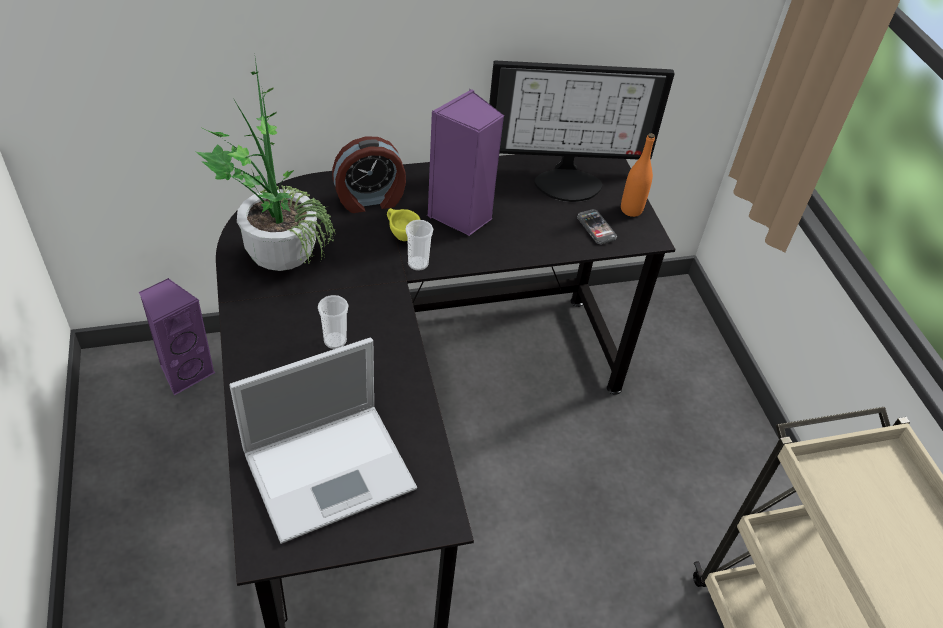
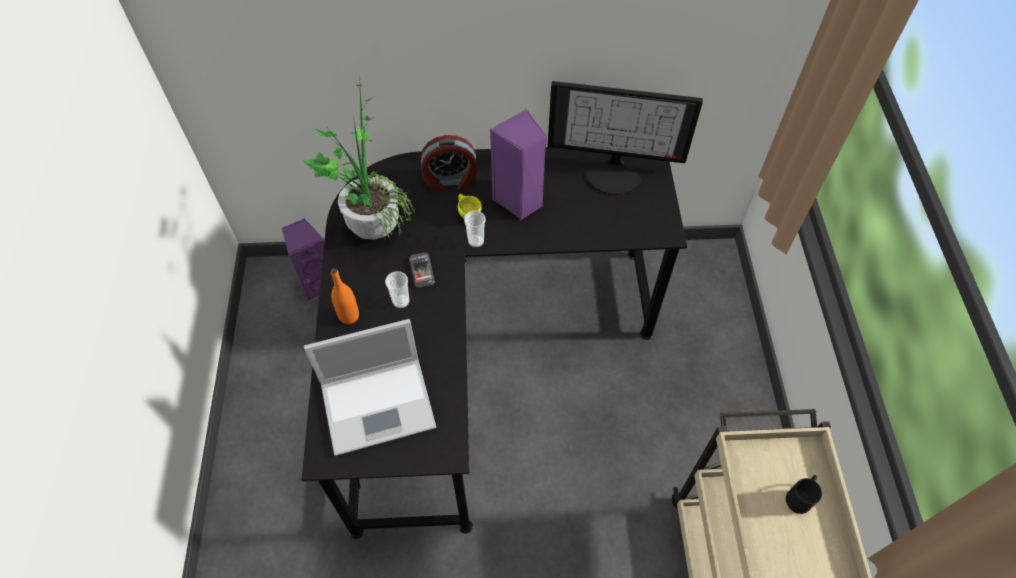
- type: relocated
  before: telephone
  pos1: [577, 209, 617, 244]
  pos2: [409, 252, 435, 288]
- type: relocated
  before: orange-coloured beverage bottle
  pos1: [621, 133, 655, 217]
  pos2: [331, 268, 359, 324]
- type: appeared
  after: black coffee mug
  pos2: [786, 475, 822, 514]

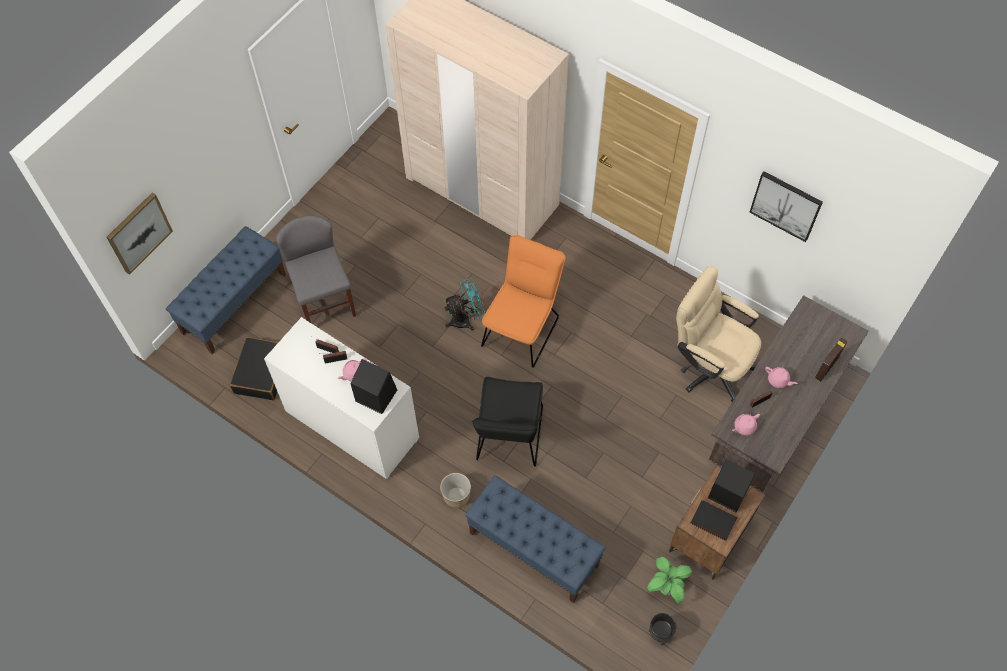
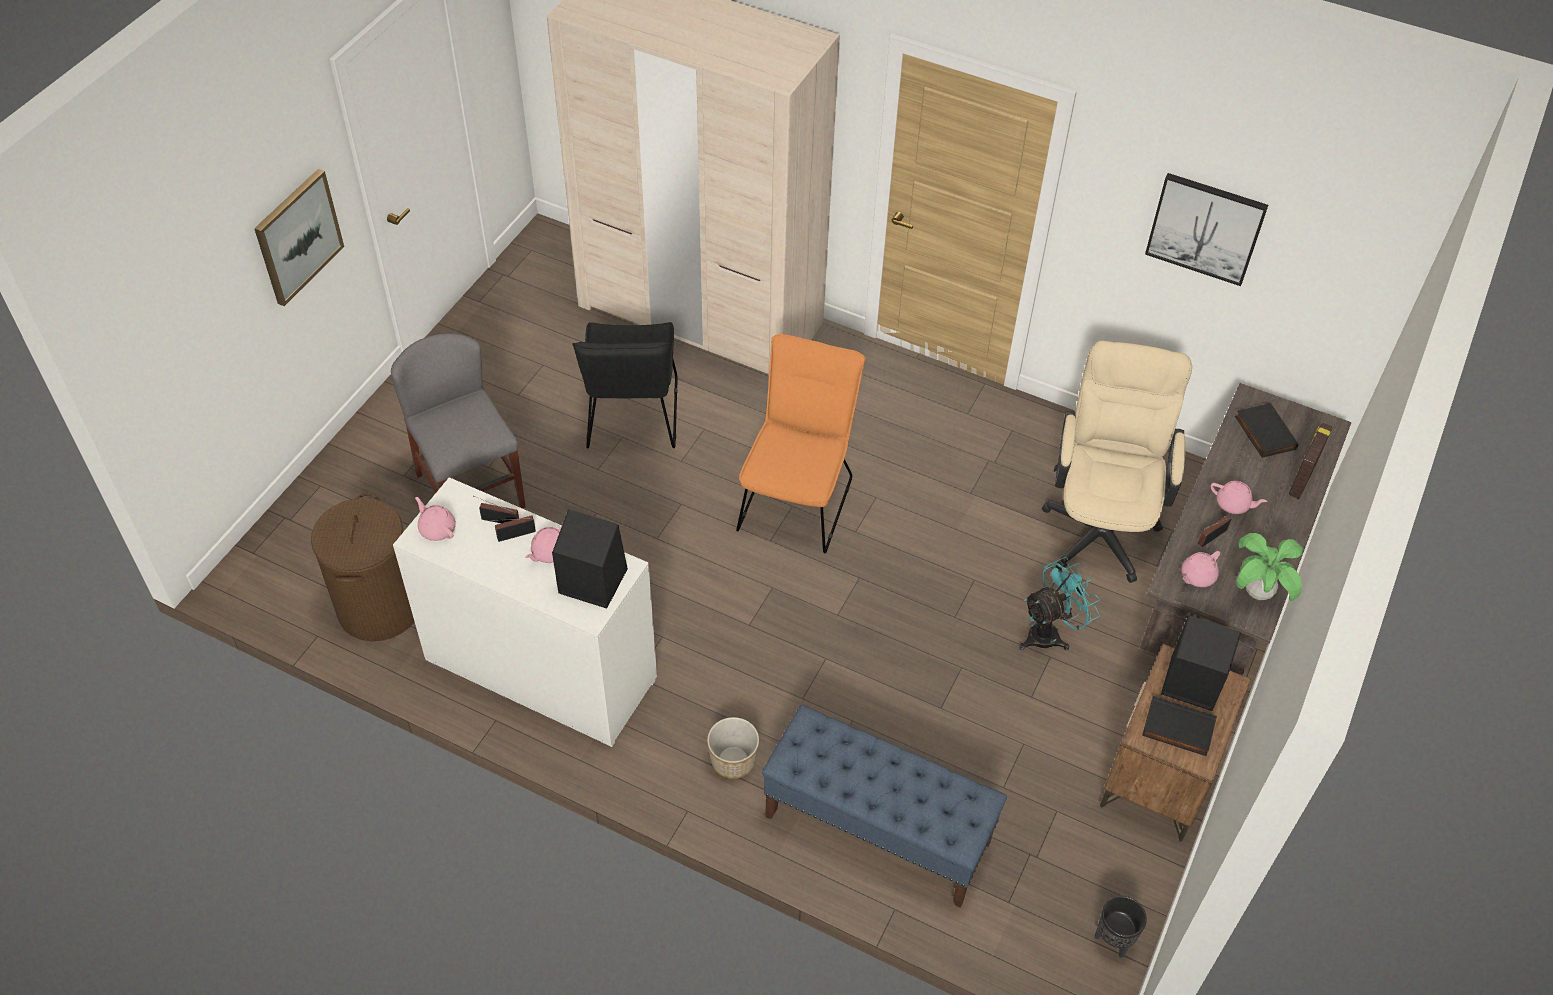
- type: relocated
  before: wall art
  pos1: [106, 193, 173, 275]
  pos2: [254, 169, 344, 306]
- type: missing
  before: blue-coloured indoor bench
  pos1: [166, 226, 286, 354]
- type: exchanged
  before: black suitcase
  after: brown-coloured washing basket
  pos1: [230, 337, 278, 400]
  pos2: [311, 493, 414, 641]
- type: relocated
  before: blue-green fan
  pos1: [444, 278, 485, 331]
  pos2: [1019, 557, 1100, 650]
- type: relocated
  before: black plain chair
  pos1: [472, 377, 543, 466]
  pos2: [572, 322, 678, 449]
- type: relocated
  before: potted plant
  pos1: [647, 557, 692, 603]
  pos2: [1236, 533, 1303, 601]
- type: spun
  before: beige computer chair
  pos1: [676, 266, 761, 402]
  pos2: [1042, 340, 1192, 583]
  turn: 75
- type: appeared
  after: pinkish teapot
  pos2: [415, 497, 456, 541]
- type: appeared
  after: black book
  pos2: [1235, 403, 1298, 458]

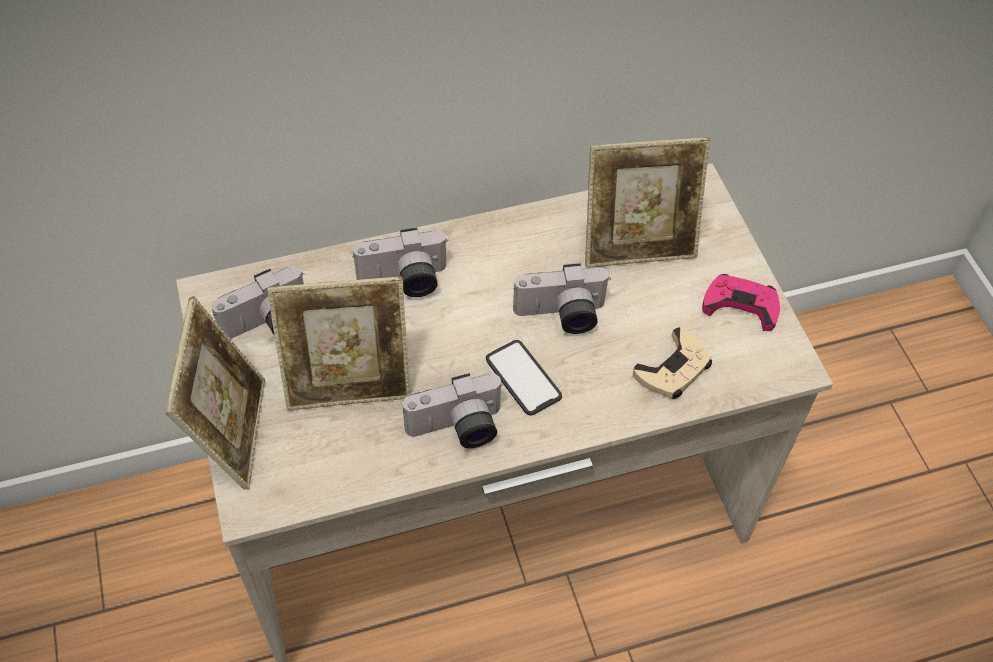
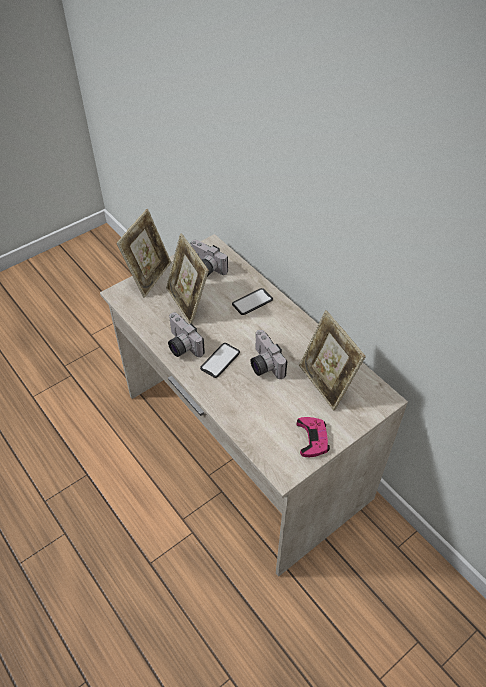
- type: spun
  before: photo frame
  pos1: [165, 296, 265, 490]
  pos2: [116, 209, 171, 298]
  turn: -45
- type: exchanged
  before: still camera
  after: telephone
  pos1: [352, 228, 448, 297]
  pos2: [232, 288, 273, 315]
- type: missing
  before: beige gamepad
  pos1: [633, 327, 712, 399]

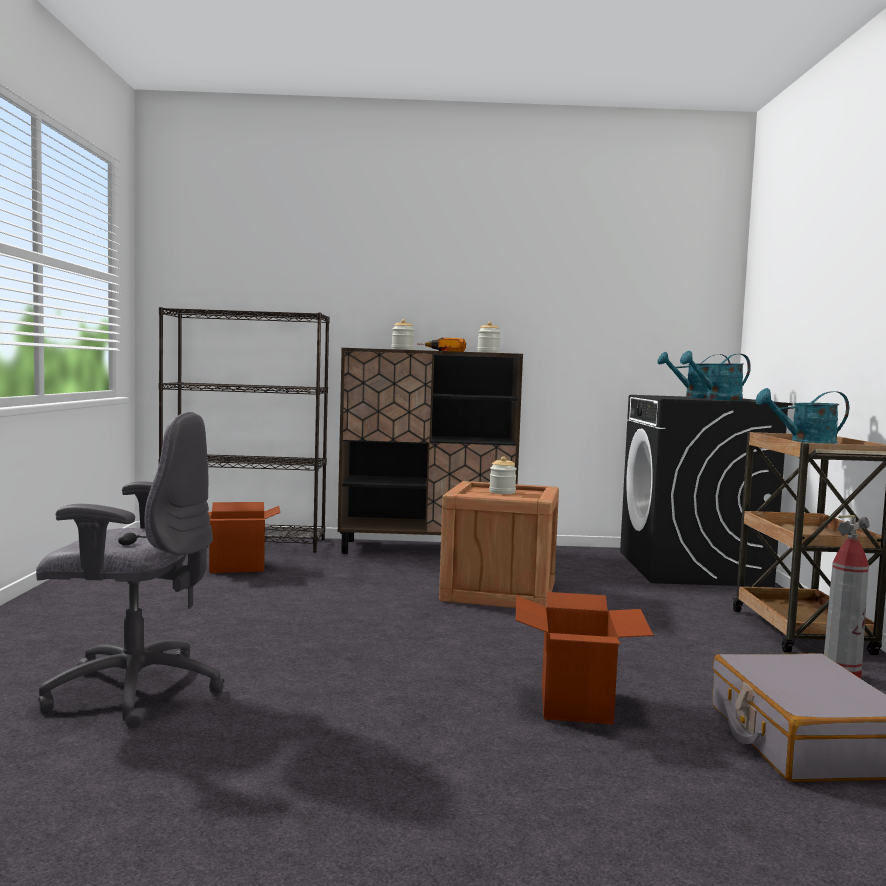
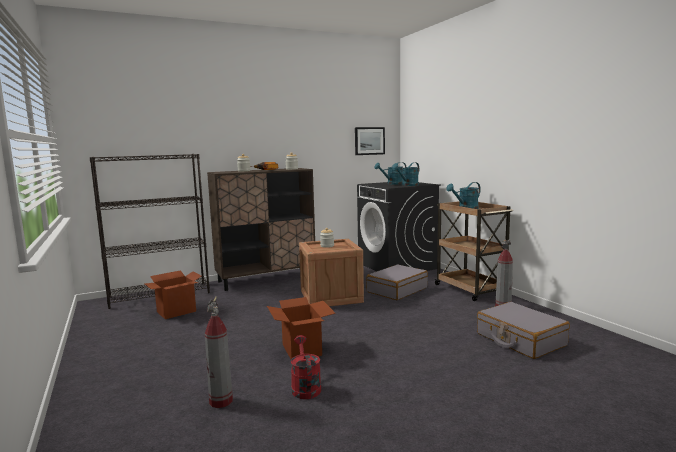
- type: exchanged
  before: greyish computer chair
  after: fire extinguisher
  pos1: [36, 412, 224, 728]
  pos2: [205, 296, 233, 408]
- type: relocated
  before: carton
  pos1: [516, 592, 654, 725]
  pos2: [267, 297, 336, 359]
- type: appeared
  after: red watering pot
  pos2: [291, 335, 321, 399]
- type: appeared
  after: wall art
  pos2: [355, 127, 385, 155]
- type: appeared
  after: greyish suitcase
  pos2: [366, 264, 428, 300]

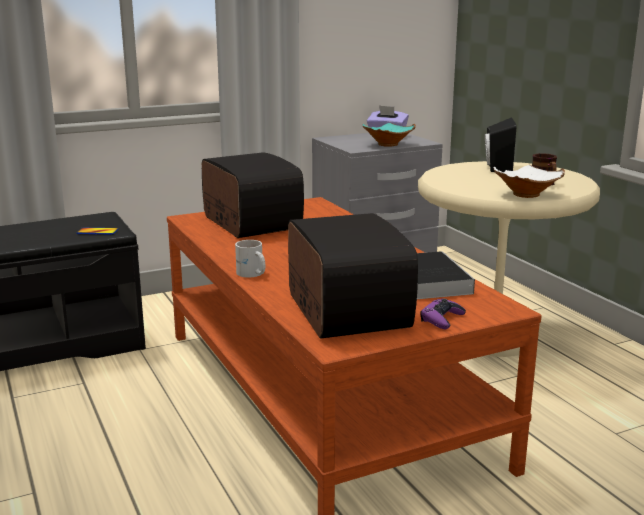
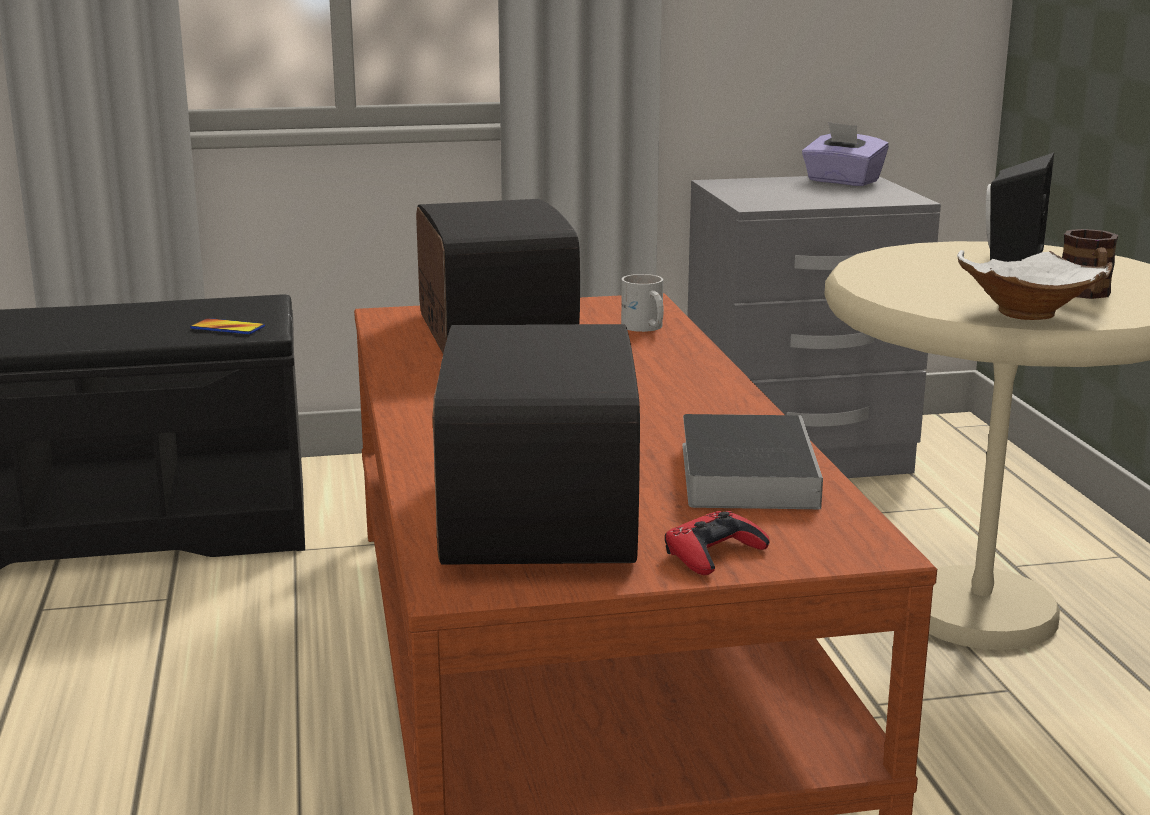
- type: relocated
  before: white coffee mug
  pos1: [235, 240, 265, 278]
  pos2: [621, 274, 664, 332]
- type: missing
  before: blue-green serving bowl
  pos1: [362, 123, 416, 147]
- type: colour
  before: purplish gamepad
  after: red gamepad
  pos1: [420, 299, 466, 329]
  pos2: [665, 511, 770, 575]

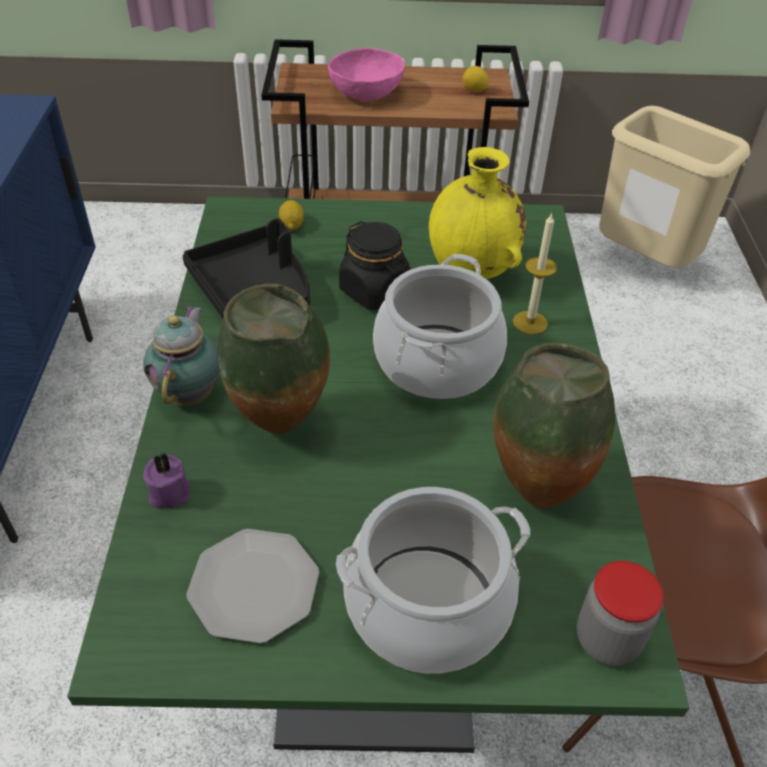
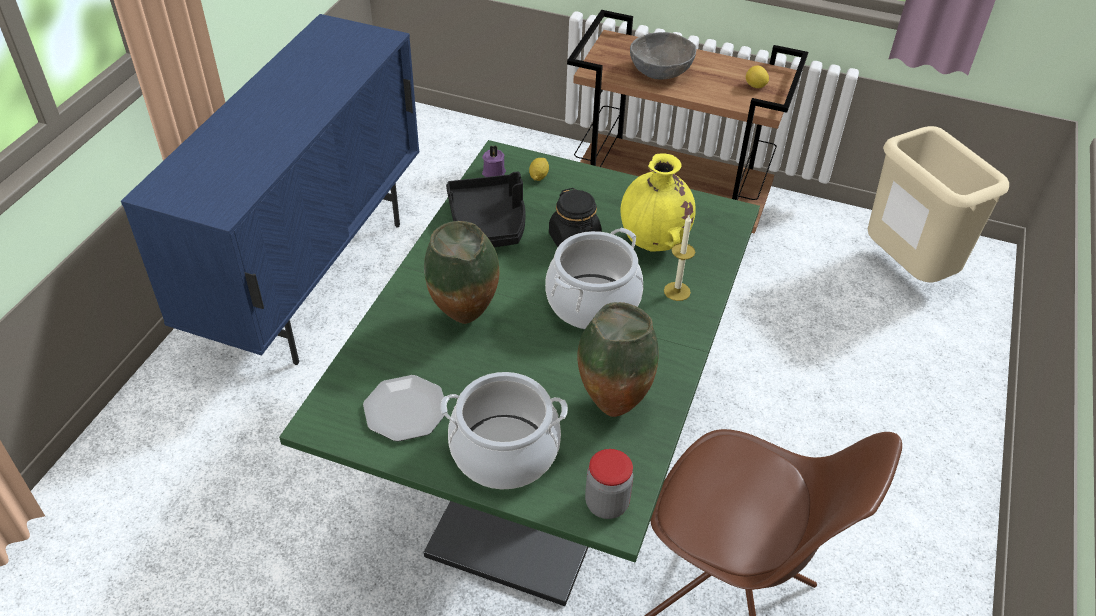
- type: missing
  before: teapot
  pos1: [143, 305, 220, 406]
- type: relocated
  before: purplish wax candle
  pos1: [143, 452, 191, 508]
  pos2: [482, 145, 506, 177]
- type: colour
  before: pinkish serving bowl
  after: greyish serving bowl
  pos1: [328, 48, 405, 101]
  pos2: [630, 32, 696, 80]

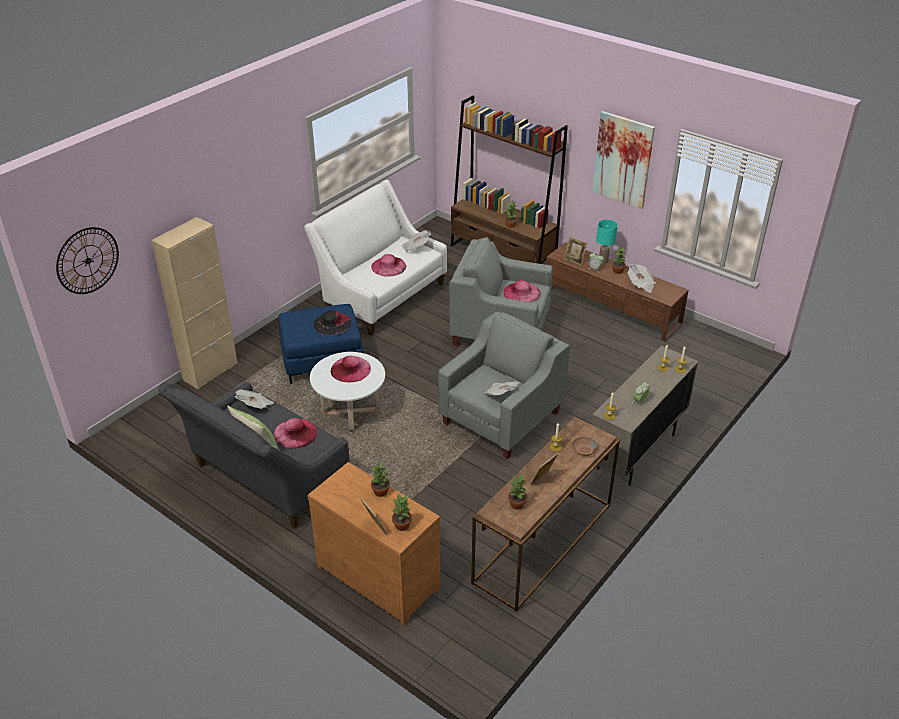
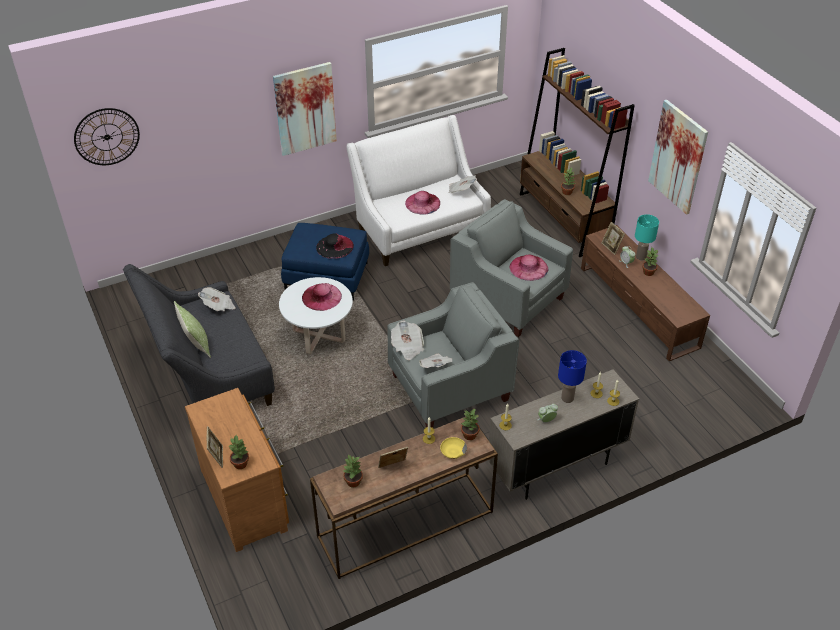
- type: missing
  before: beige cupboard
  pos1: [151, 217, 238, 389]
- type: missing
  before: pinkish clothing hat
  pos1: [273, 418, 318, 449]
- type: relocated
  before: potted plant
  pos1: [371, 461, 390, 497]
  pos2: [461, 408, 479, 440]
- type: colour
  before: brown-coloured serving bowl
  after: yellowish serving bowl
  pos1: [572, 437, 598, 456]
  pos2: [440, 437, 467, 459]
- type: relocated
  before: daily paper
  pos1: [628, 264, 656, 293]
  pos2: [391, 321, 424, 360]
- type: appeared
  after: wall art
  pos2: [273, 62, 337, 156]
- type: appeared
  after: blue-coloured lamp for a table
  pos2: [558, 350, 587, 403]

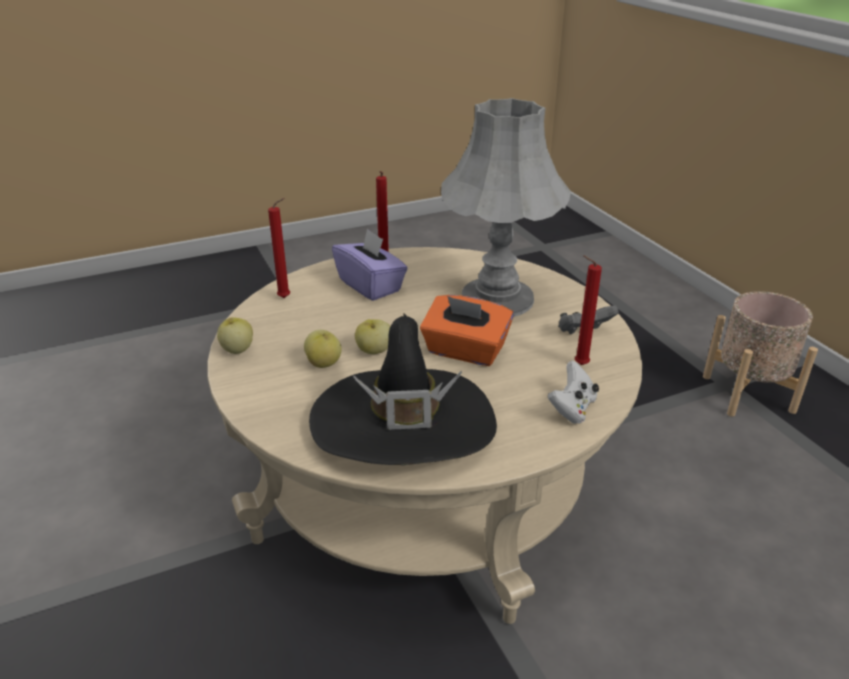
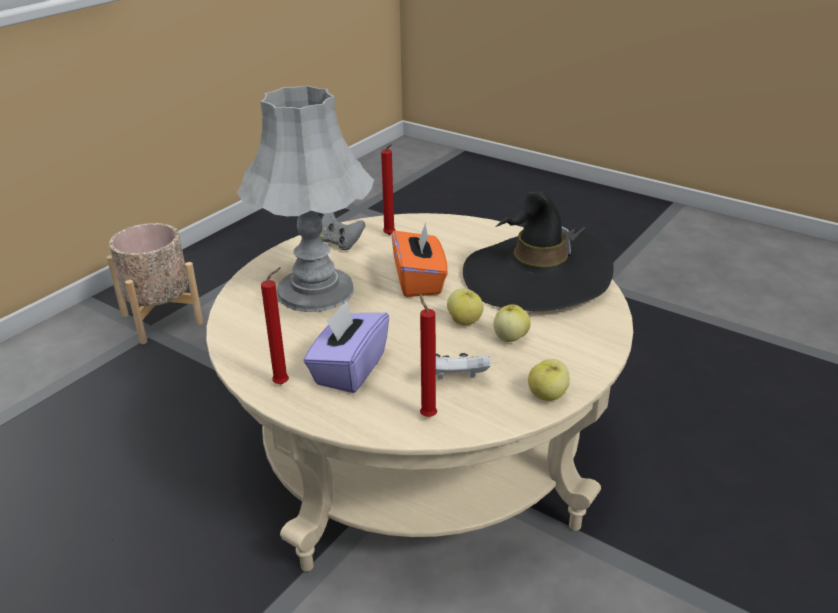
- type: relocated
  before: white gamepad
  pos1: [547, 361, 599, 424]
  pos2: [436, 353, 491, 379]

